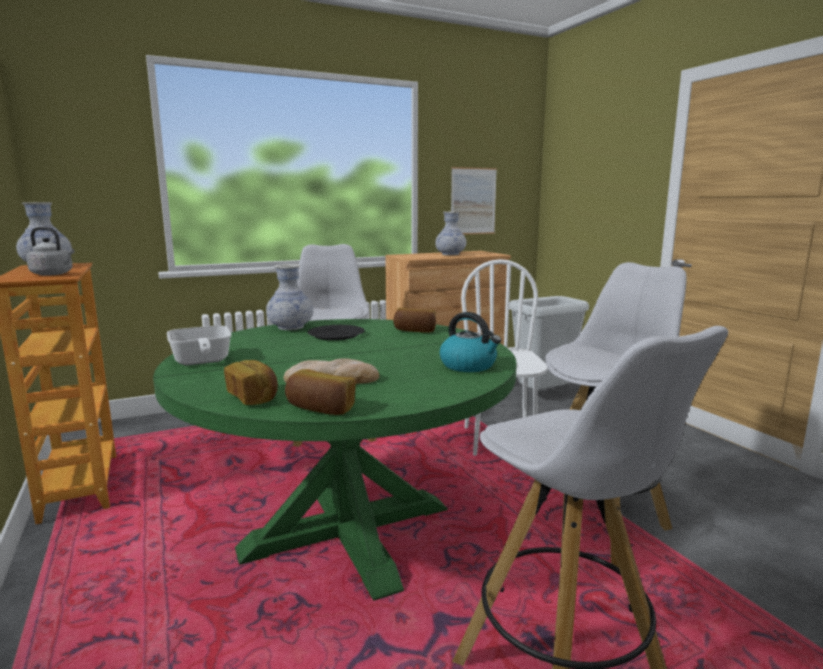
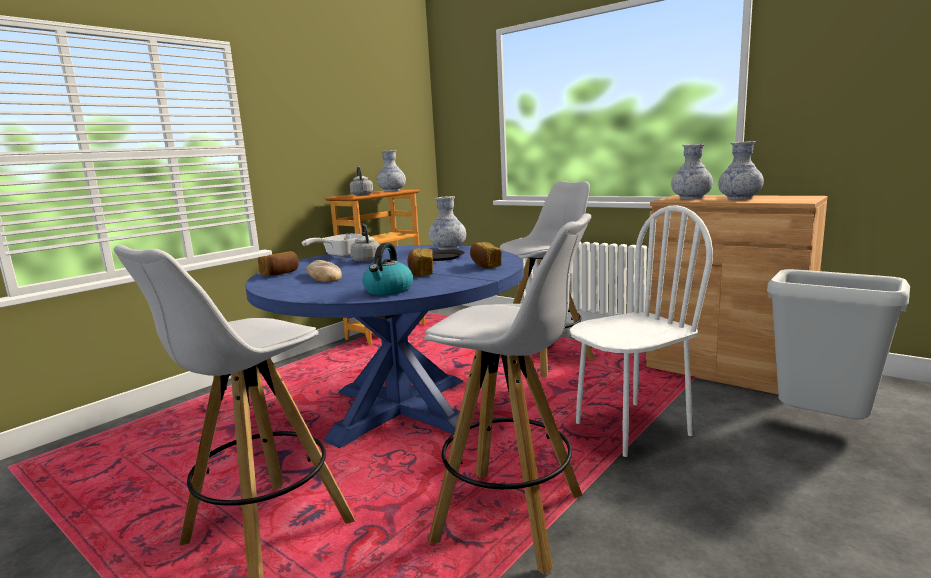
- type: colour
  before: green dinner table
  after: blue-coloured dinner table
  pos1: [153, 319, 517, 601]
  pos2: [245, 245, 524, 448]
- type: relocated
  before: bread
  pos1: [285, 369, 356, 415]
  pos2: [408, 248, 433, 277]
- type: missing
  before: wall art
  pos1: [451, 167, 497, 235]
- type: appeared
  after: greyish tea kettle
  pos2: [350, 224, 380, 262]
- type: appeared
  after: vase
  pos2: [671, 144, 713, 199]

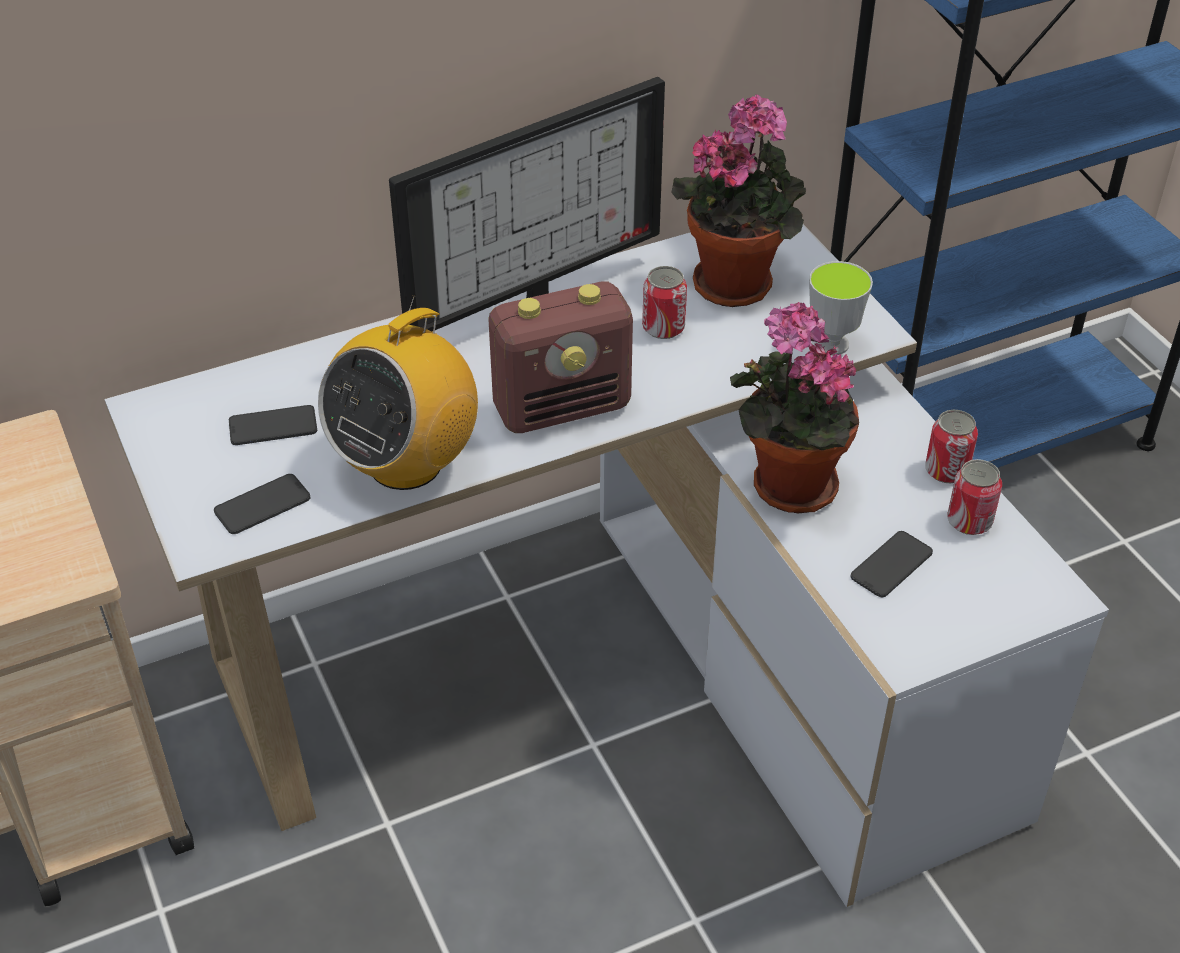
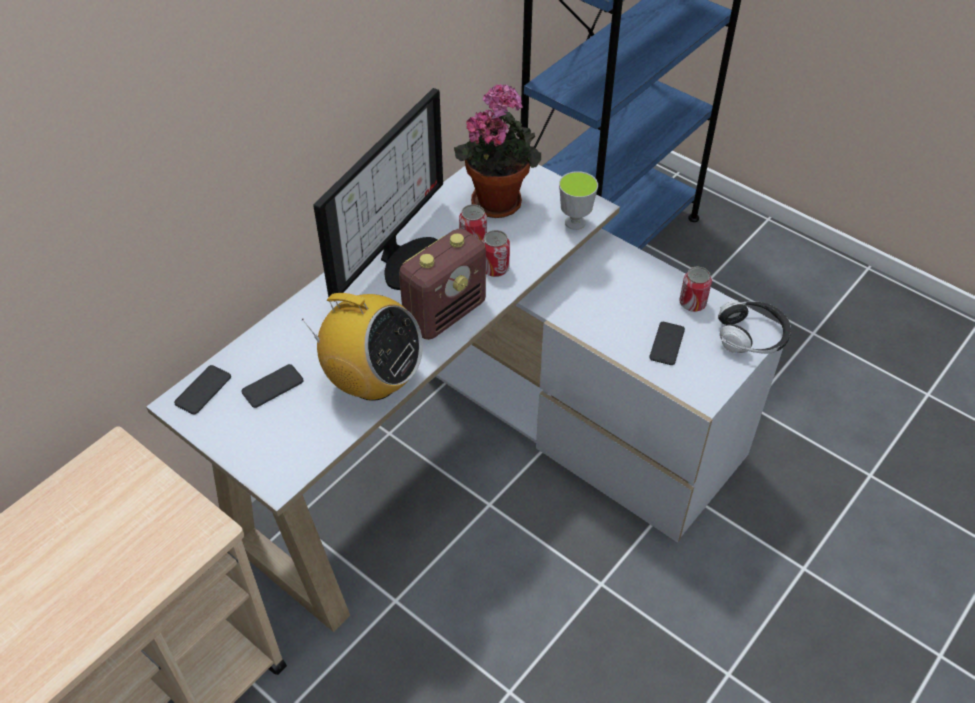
- type: relocated
  before: telephone
  pos1: [214, 474, 310, 534]
  pos2: [174, 365, 231, 414]
- type: spun
  before: radio set
  pos1: [318, 295, 478, 490]
  pos2: [301, 293, 423, 401]
  turn: -75
- type: missing
  before: potted plant
  pos1: [730, 302, 859, 513]
- type: relocated
  before: can
  pos1: [925, 410, 978, 483]
  pos2: [482, 230, 510, 277]
- type: appeared
  after: headphones
  pos2: [718, 300, 791, 354]

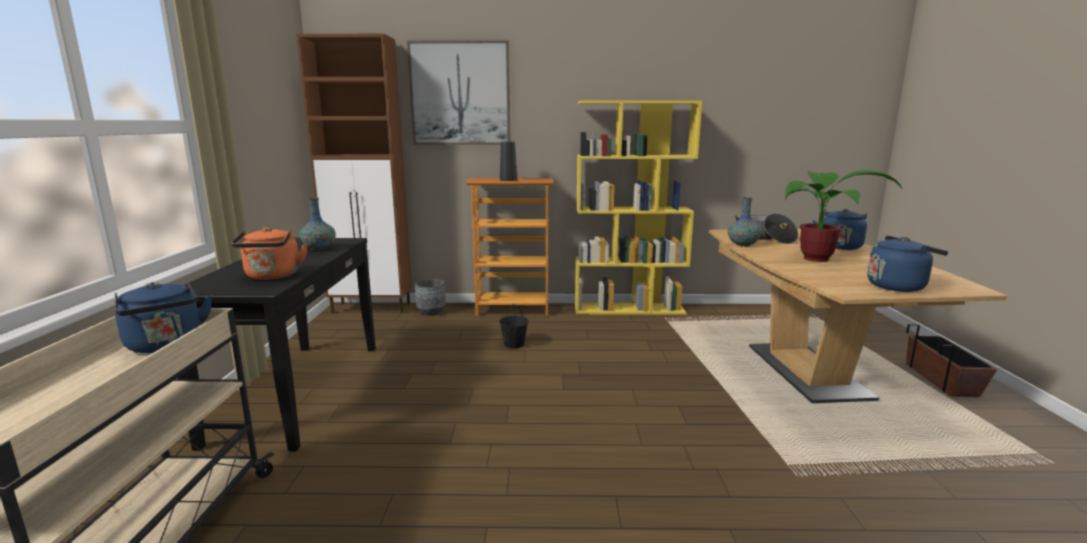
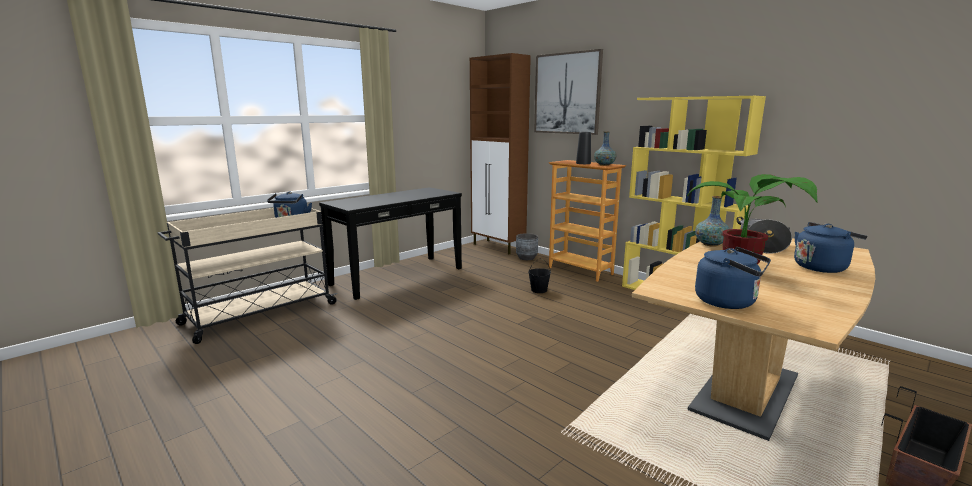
- type: missing
  before: orange-coloured tea kettle
  pos1: [231, 227, 308, 280]
- type: relocated
  before: vase
  pos1: [300, 198, 336, 250]
  pos2: [594, 131, 616, 166]

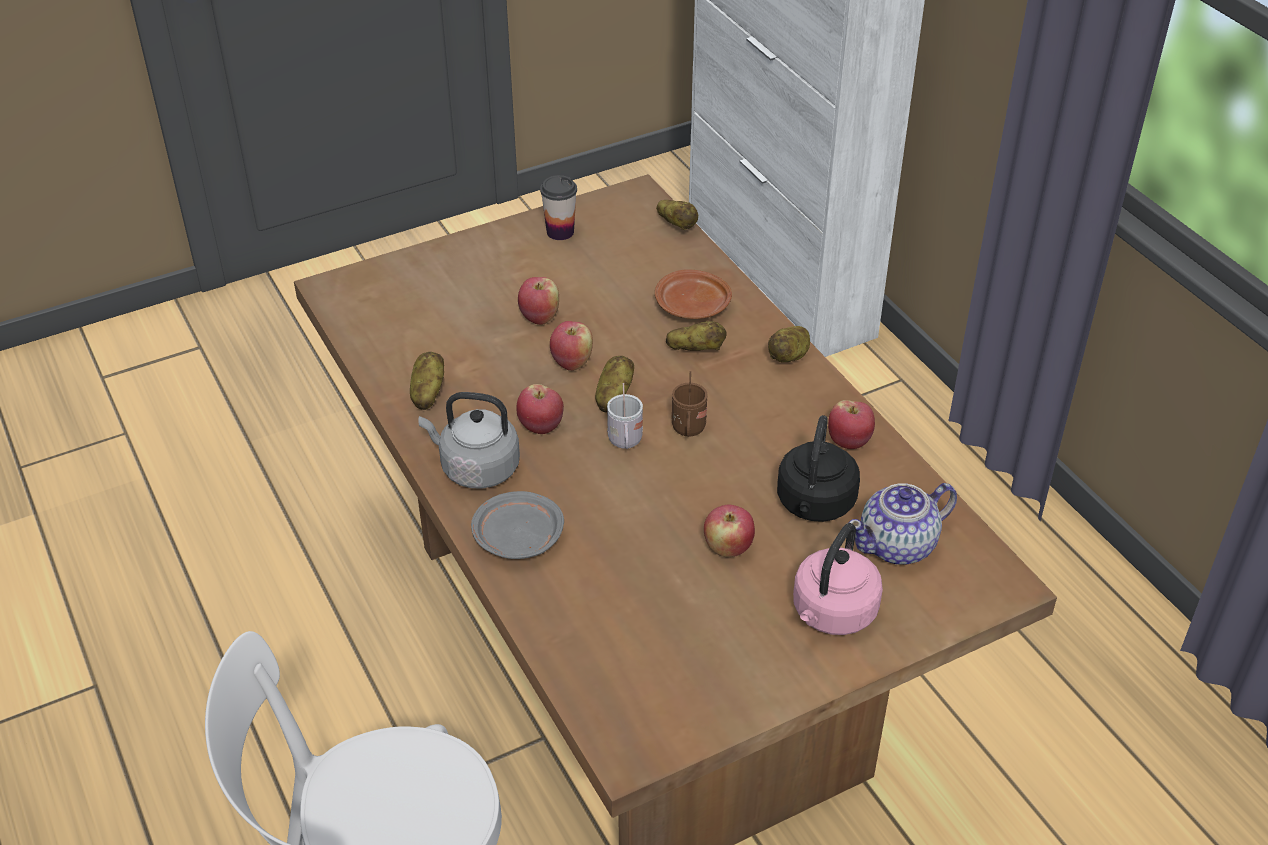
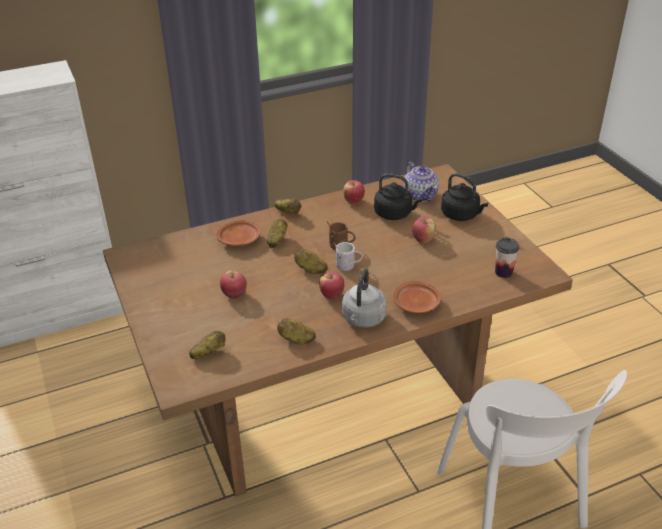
- type: colour
  before: greyish flat dish
  after: brown-coloured flat dish
  pos1: [471, 491, 564, 559]
  pos2: [393, 281, 441, 313]
- type: relocated
  before: drinking cup
  pos1: [540, 175, 577, 240]
  pos2: [495, 238, 520, 278]
- type: missing
  before: apple fruit
  pos1: [550, 321, 593, 371]
- type: relocated
  before: whole potato
  pos1: [656, 200, 698, 230]
  pos2: [189, 331, 226, 359]
- type: colour
  before: pinkish tea kettle
  after: black tea kettle
  pos1: [793, 523, 883, 635]
  pos2: [441, 173, 488, 221]

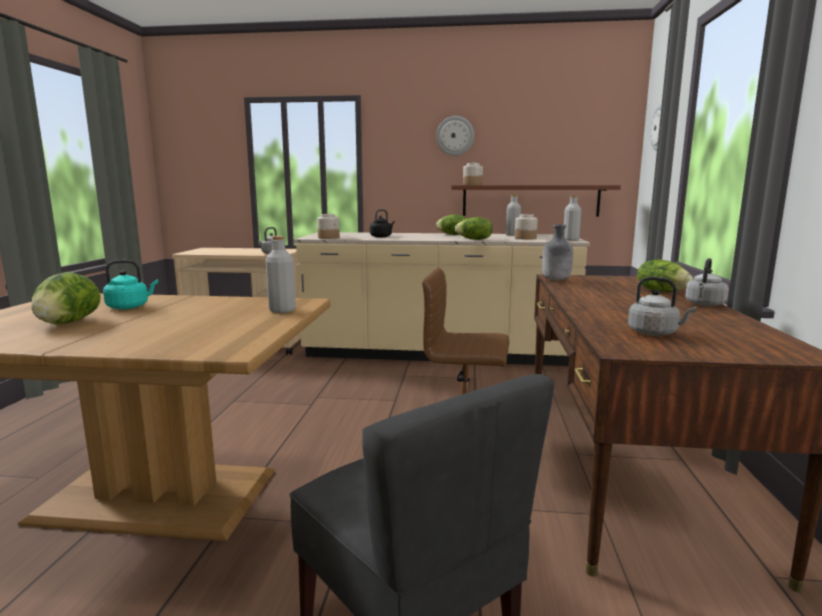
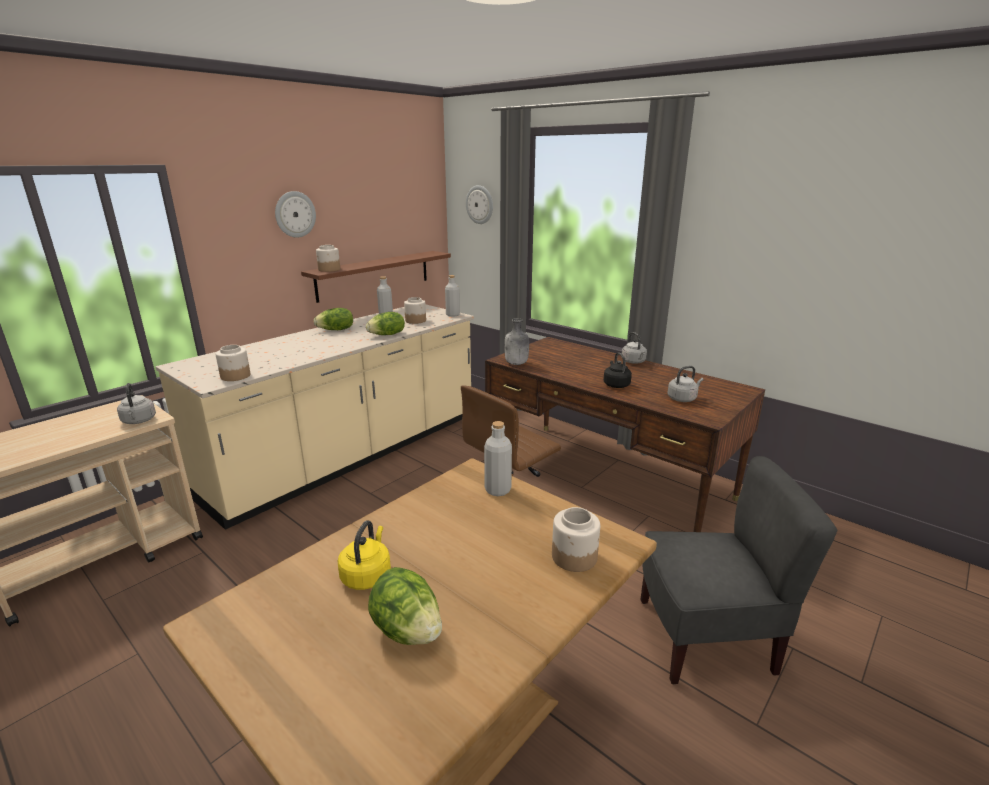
- type: colour
  before: blue-green tea kettle
  after: yellowish tea kettle
  pos1: [103, 260, 158, 309]
  pos2: [338, 520, 391, 590]
- type: relocated
  before: black tea kettle
  pos1: [370, 209, 395, 237]
  pos2: [603, 352, 632, 388]
- type: missing
  before: head of lettuce
  pos1: [637, 260, 693, 292]
- type: appeared
  after: storage jar
  pos2: [552, 507, 600, 572]

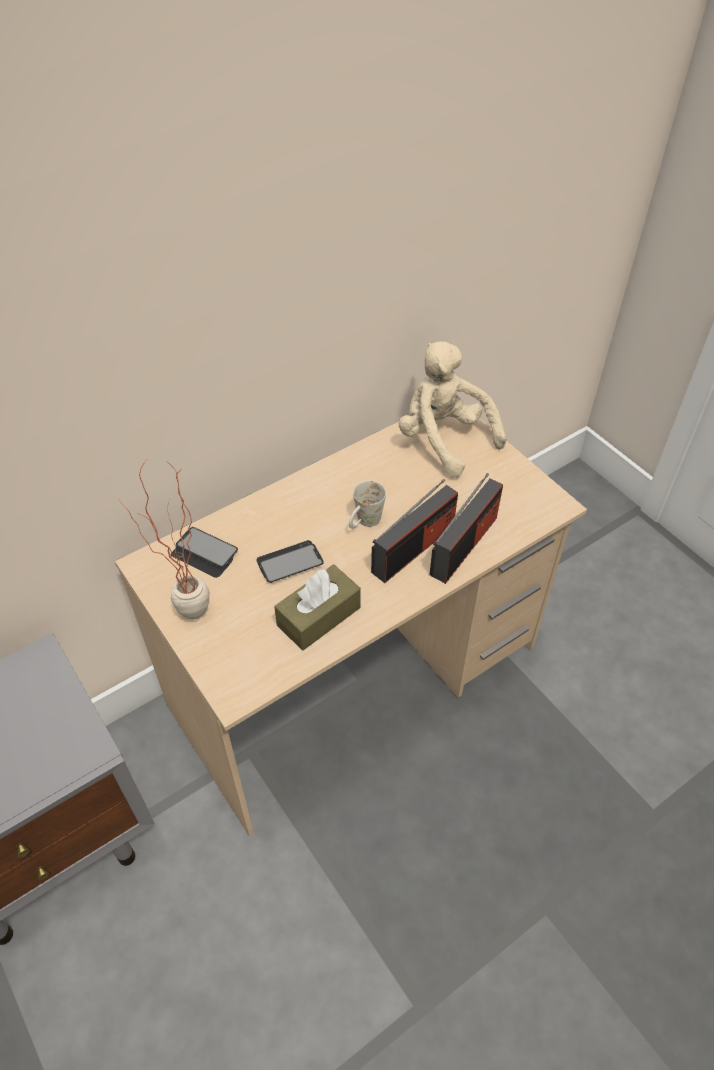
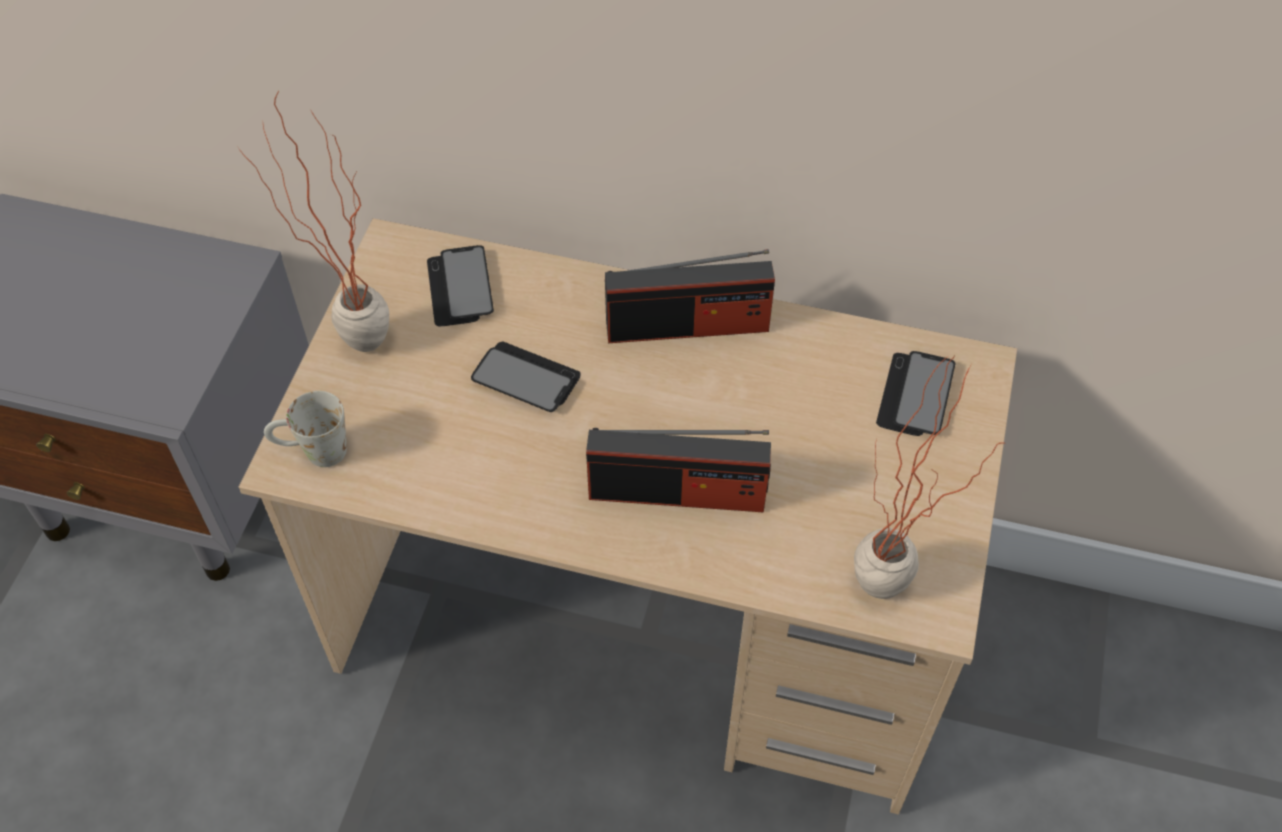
- type: missing
  before: brown-coloured box of tissues
  pos1: [274, 565, 361, 651]
- type: relocated
  before: white coffee mug
  pos1: [349, 481, 386, 529]
  pos2: [264, 391, 347, 467]
- type: exchanged
  before: beige cuddly toy
  after: telephone
  pos1: [399, 341, 506, 477]
  pos2: [876, 351, 956, 436]
- type: relocated
  before: radio set
  pos1: [429, 473, 503, 584]
  pos2: [605, 249, 775, 343]
- type: appeared
  after: potted plant
  pos2: [854, 356, 1006, 599]

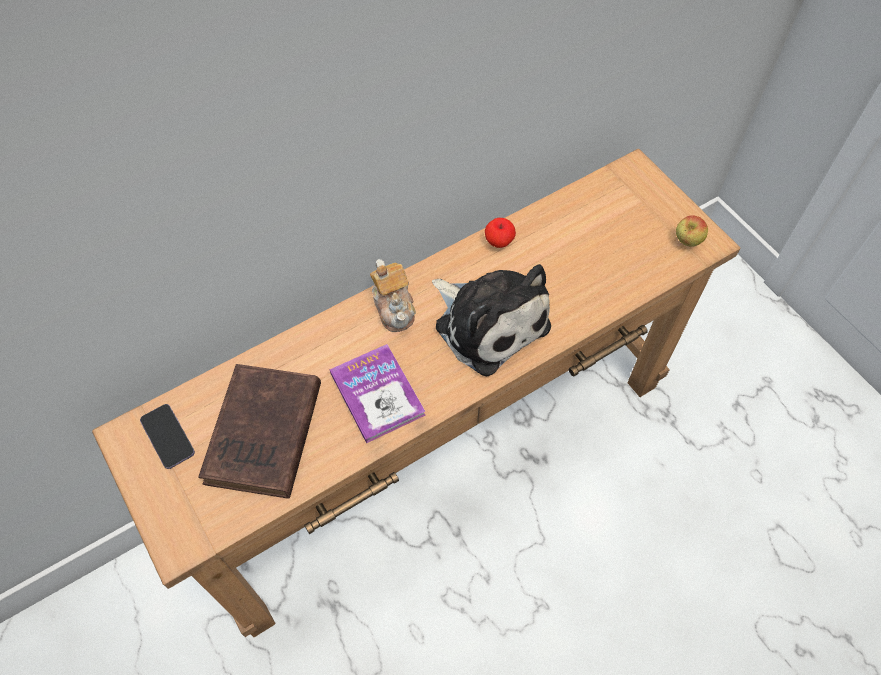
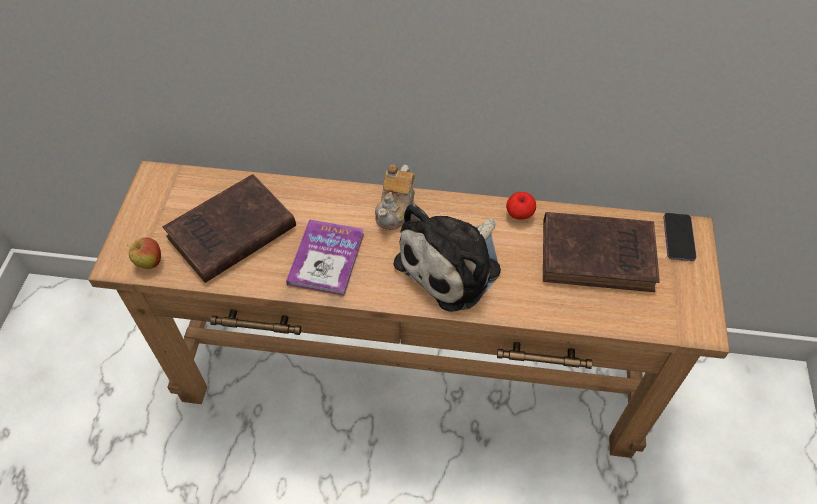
- type: relocated
  before: telephone
  pos1: [140, 404, 195, 469]
  pos2: [663, 213, 696, 261]
- type: spun
  before: cuddly toy
  pos1: [432, 264, 551, 376]
  pos2: [393, 204, 501, 312]
  turn: 45
- type: relocated
  before: apple fruit
  pos1: [676, 215, 708, 247]
  pos2: [127, 237, 161, 269]
- type: appeared
  after: brown-coloured book
  pos2: [543, 212, 660, 292]

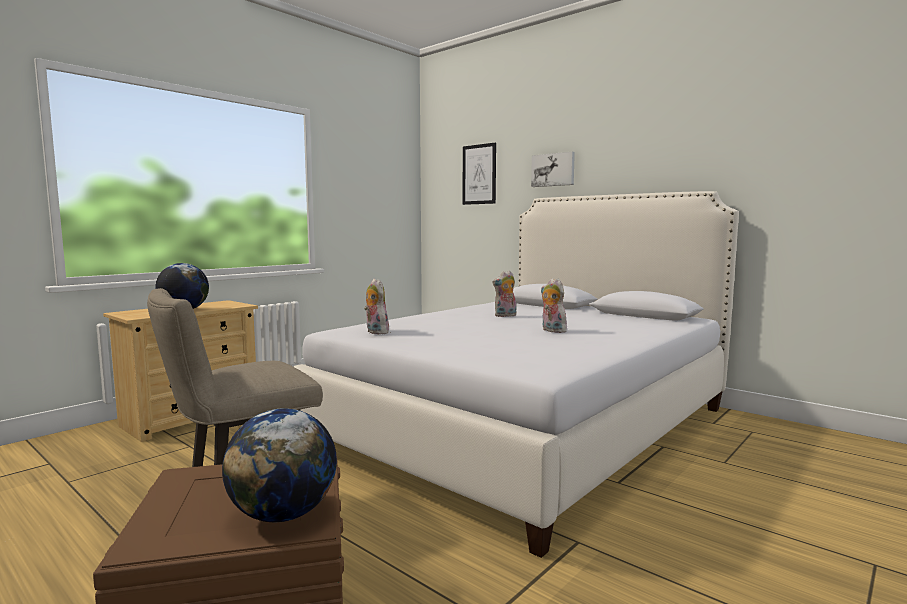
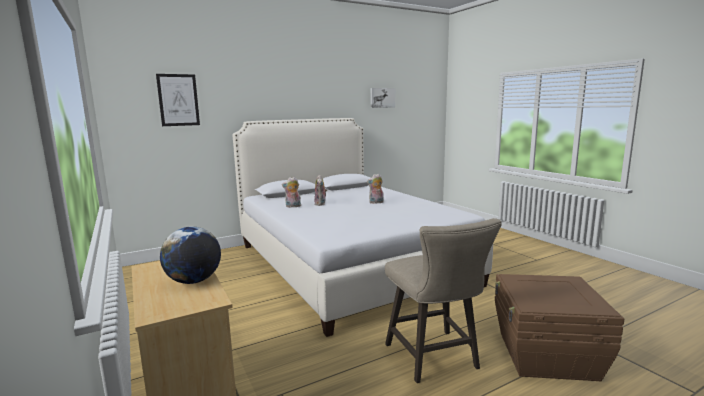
- type: missing
  before: desk globe
  pos1: [222, 408, 337, 522]
- type: relocated
  before: cuddly toy
  pos1: [364, 279, 389, 334]
  pos2: [282, 177, 301, 208]
- type: relocated
  before: wall art
  pos1: [531, 151, 575, 187]
  pos2: [371, 88, 395, 108]

